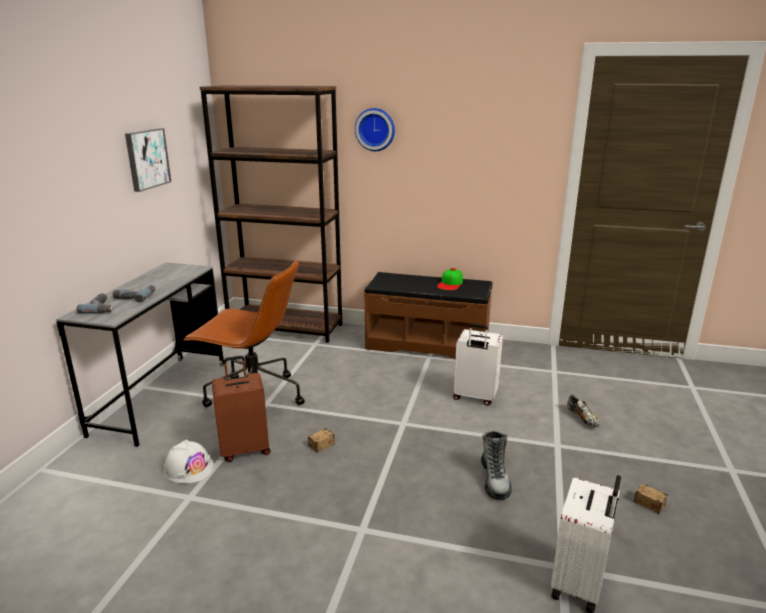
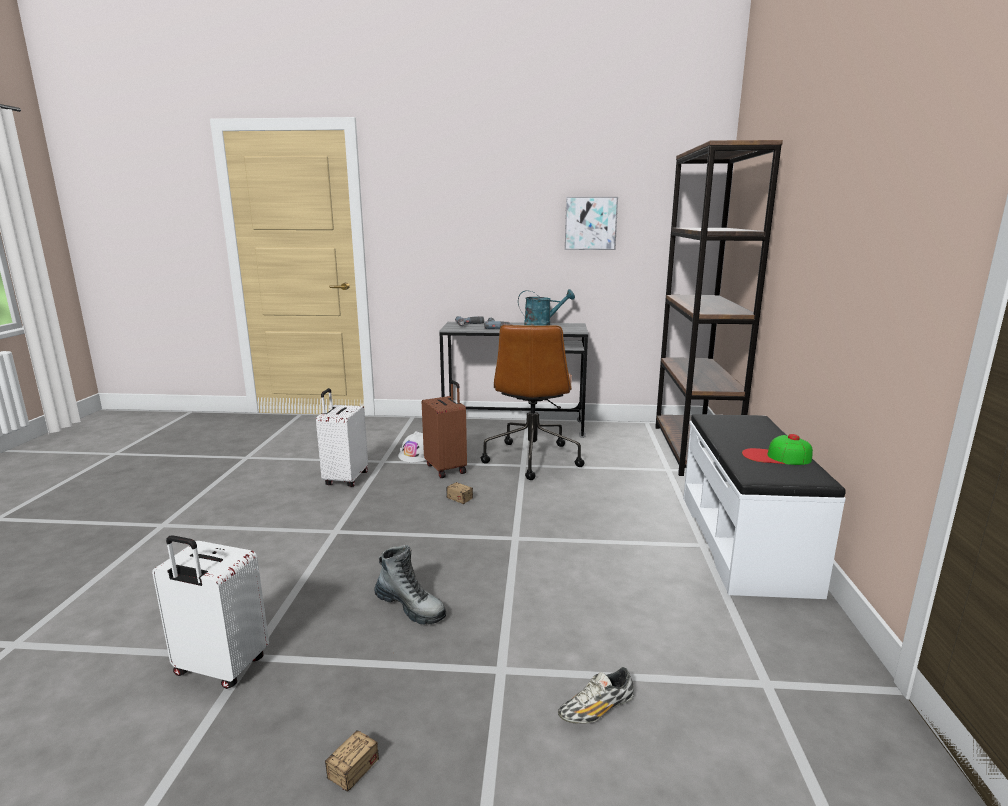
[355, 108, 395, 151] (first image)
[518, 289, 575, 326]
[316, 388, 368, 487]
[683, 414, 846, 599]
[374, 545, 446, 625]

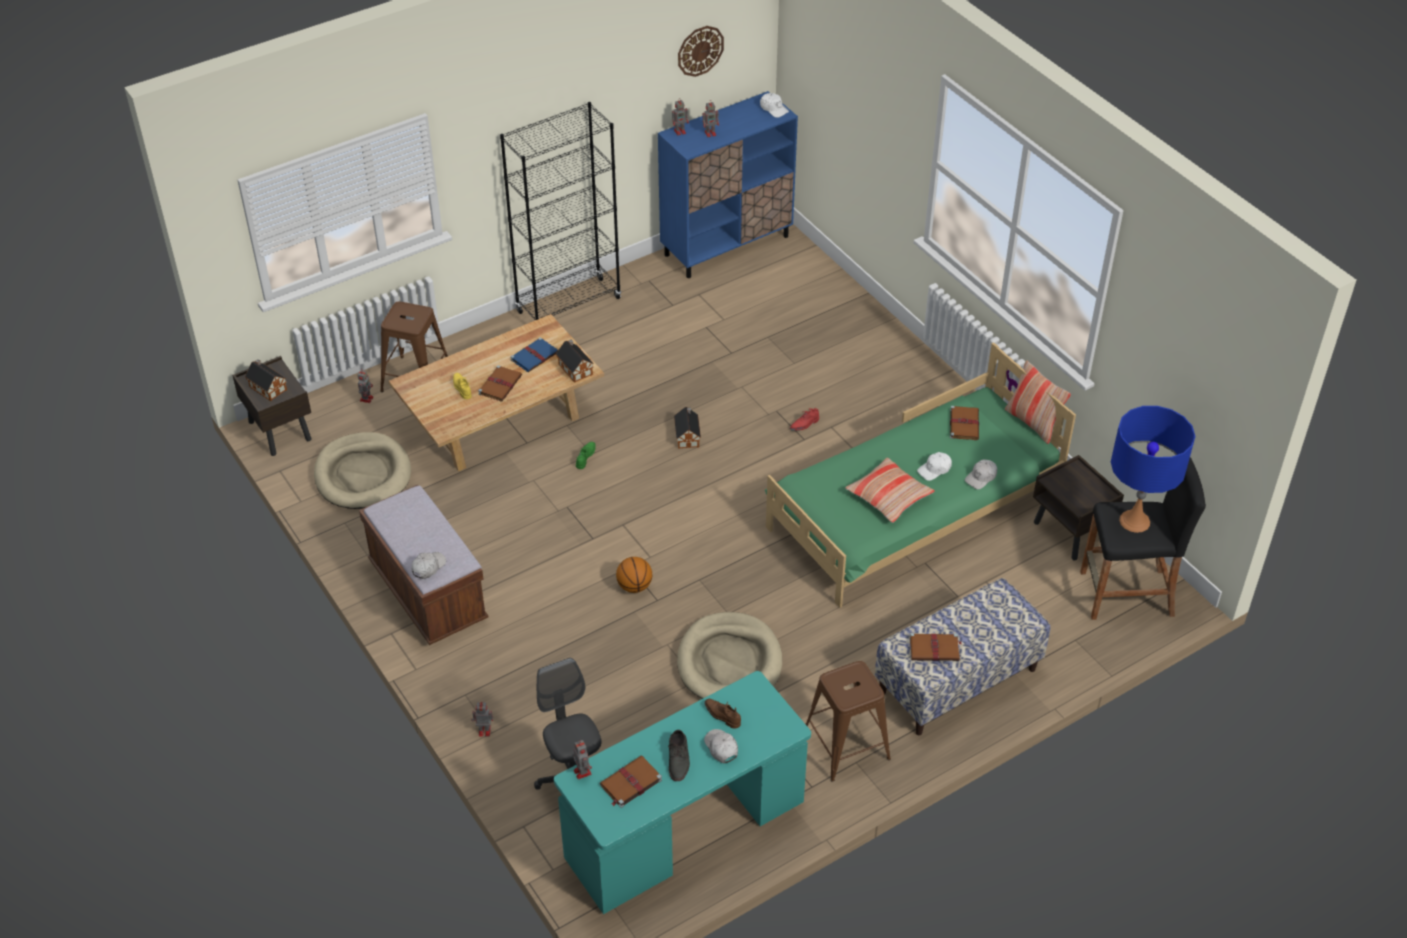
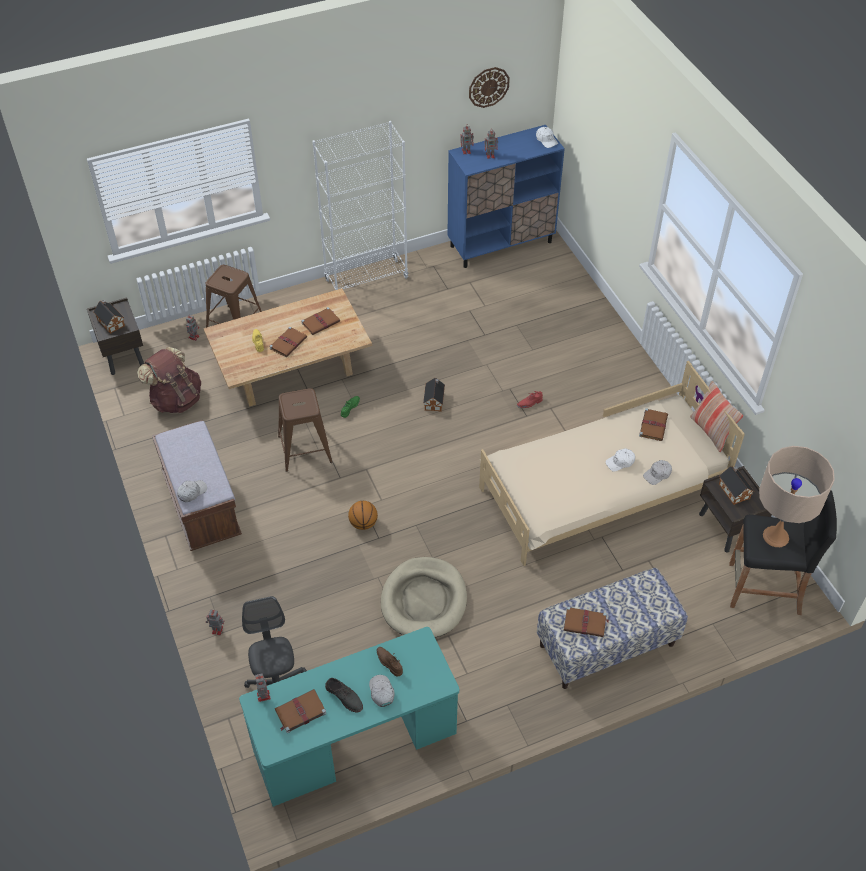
[845, 458, 935, 523] (first image)
[719, 466, 754, 505]
[278, 388, 332, 472]
[137, 347, 201, 413]
[312, 121, 408, 290]
[301, 307, 340, 335]
[479, 361, 745, 566]
[759, 446, 835, 547]
[325, 678, 363, 713]

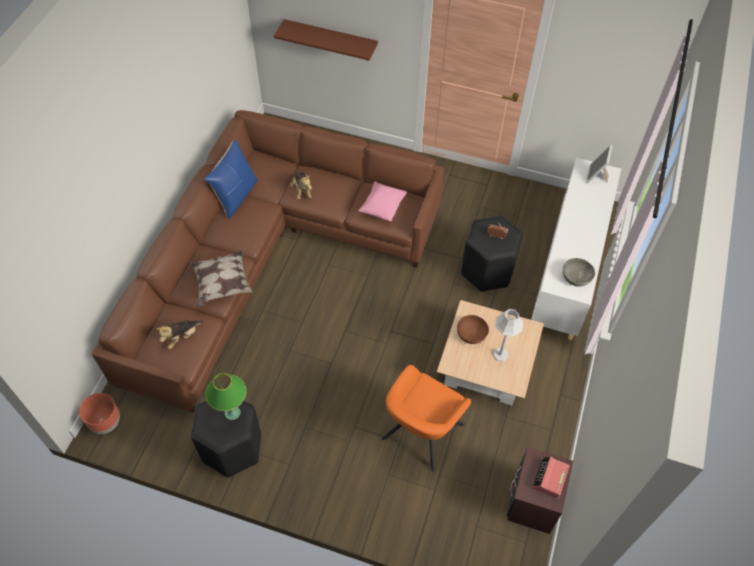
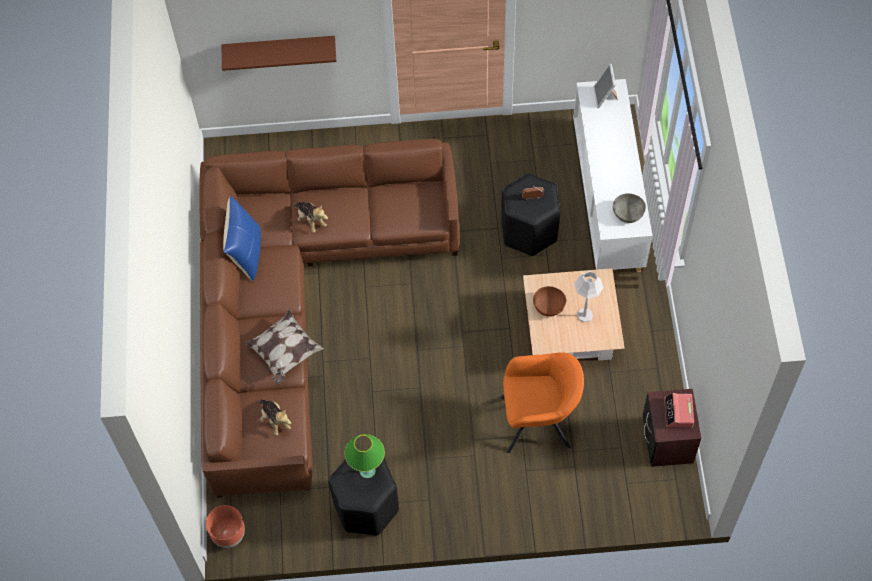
[358, 181, 407, 221] (first image)
[257, 400, 291, 435]
[501, 352, 584, 453]

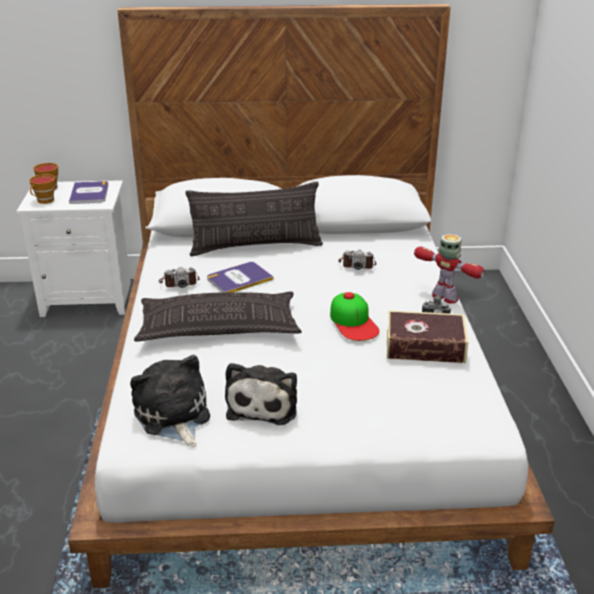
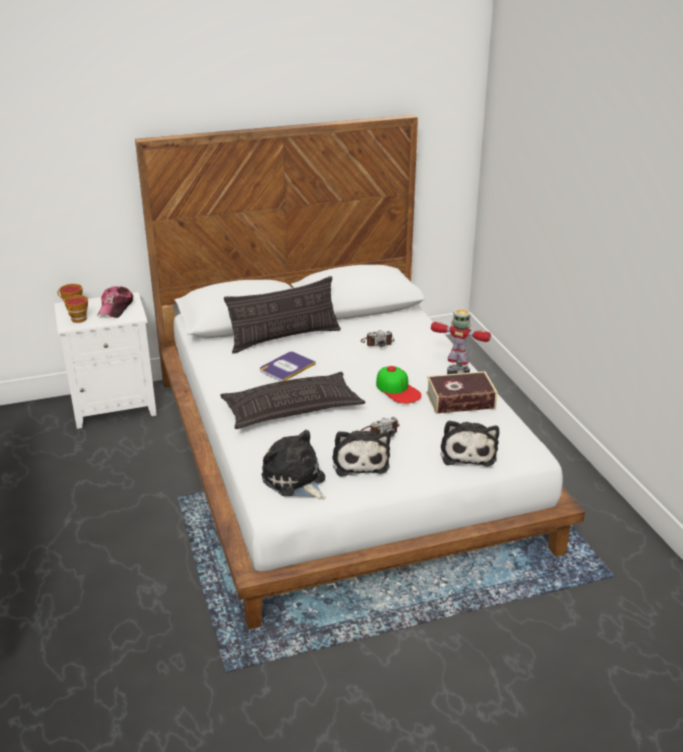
[441, 420, 499, 467]
[360, 417, 399, 438]
[97, 286, 133, 318]

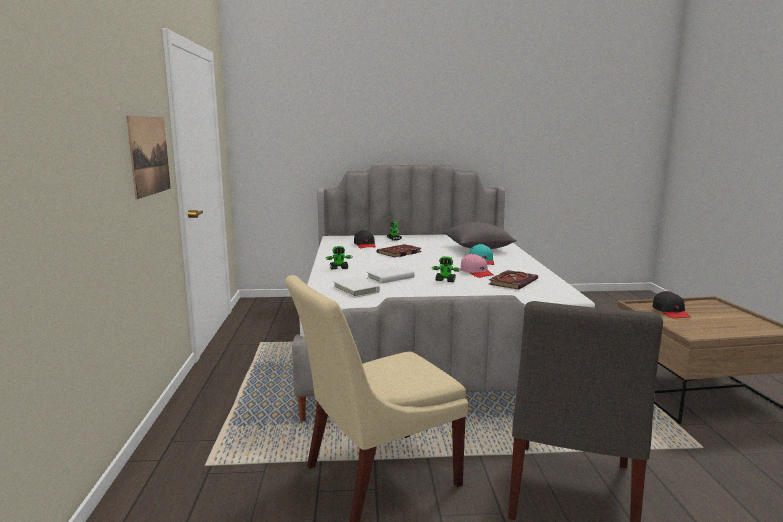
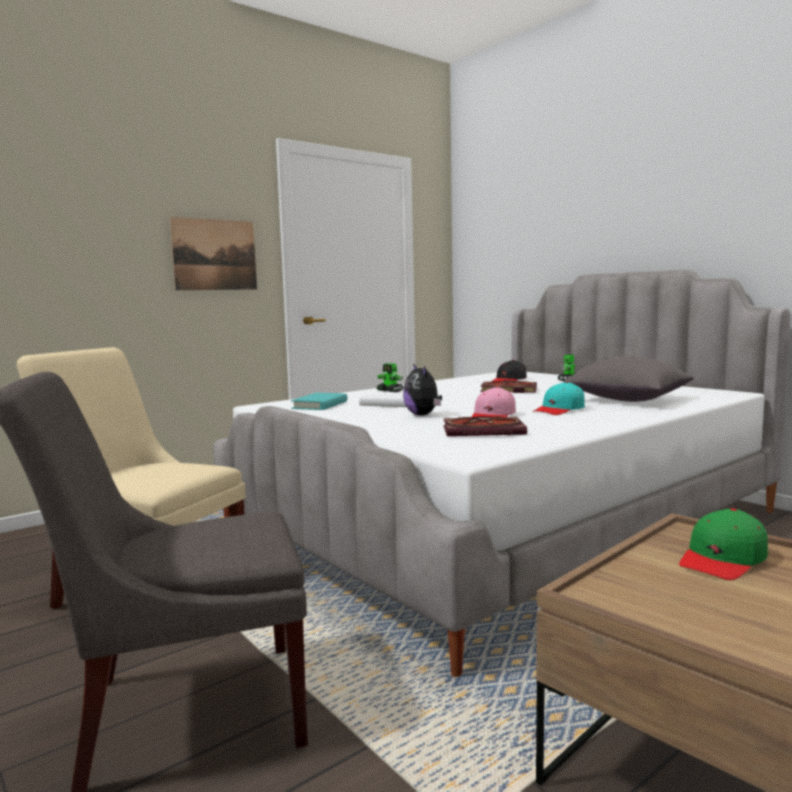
[403, 363, 442, 416]
[291, 393, 347, 410]
[679, 508, 768, 580]

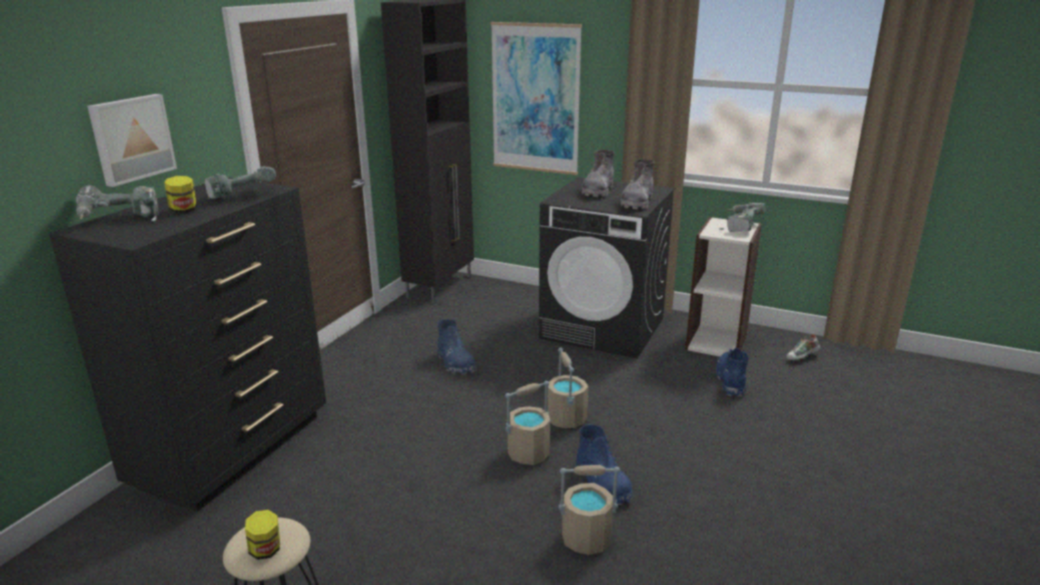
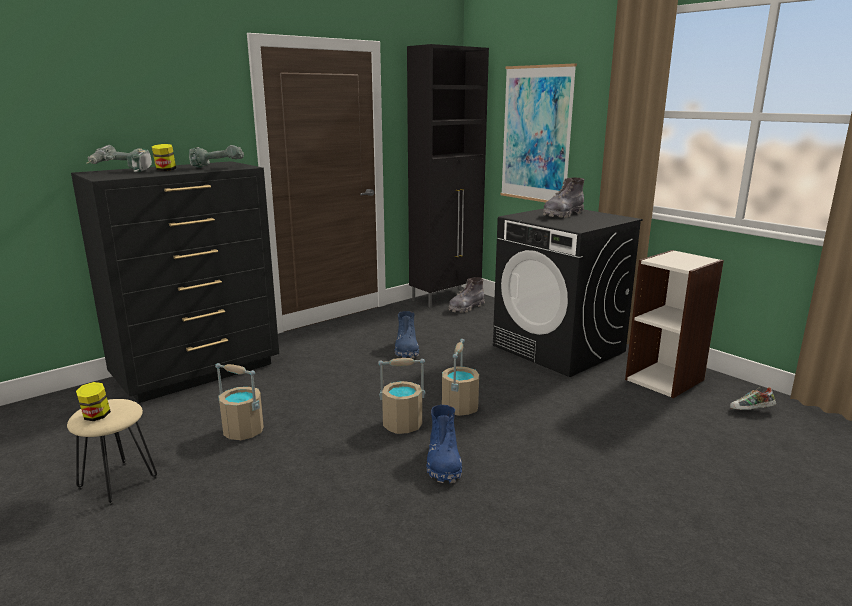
[87, 94, 177, 187] (first image)
[716, 348, 749, 397] (first image)
[719, 203, 766, 232] (first image)
[215, 363, 264, 440]
[449, 277, 485, 313]

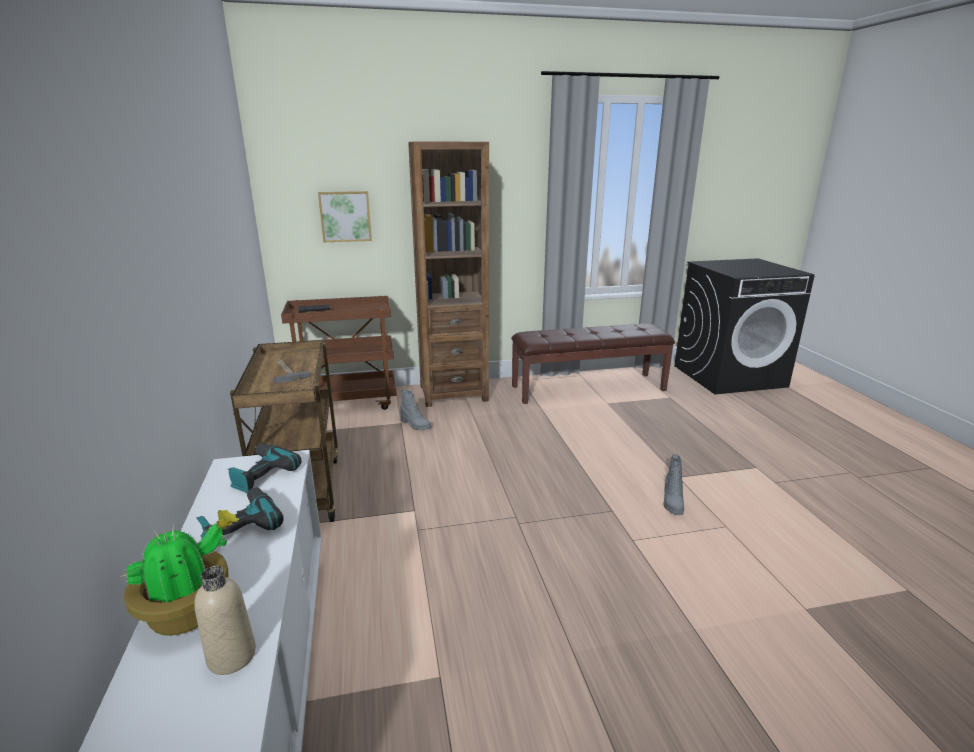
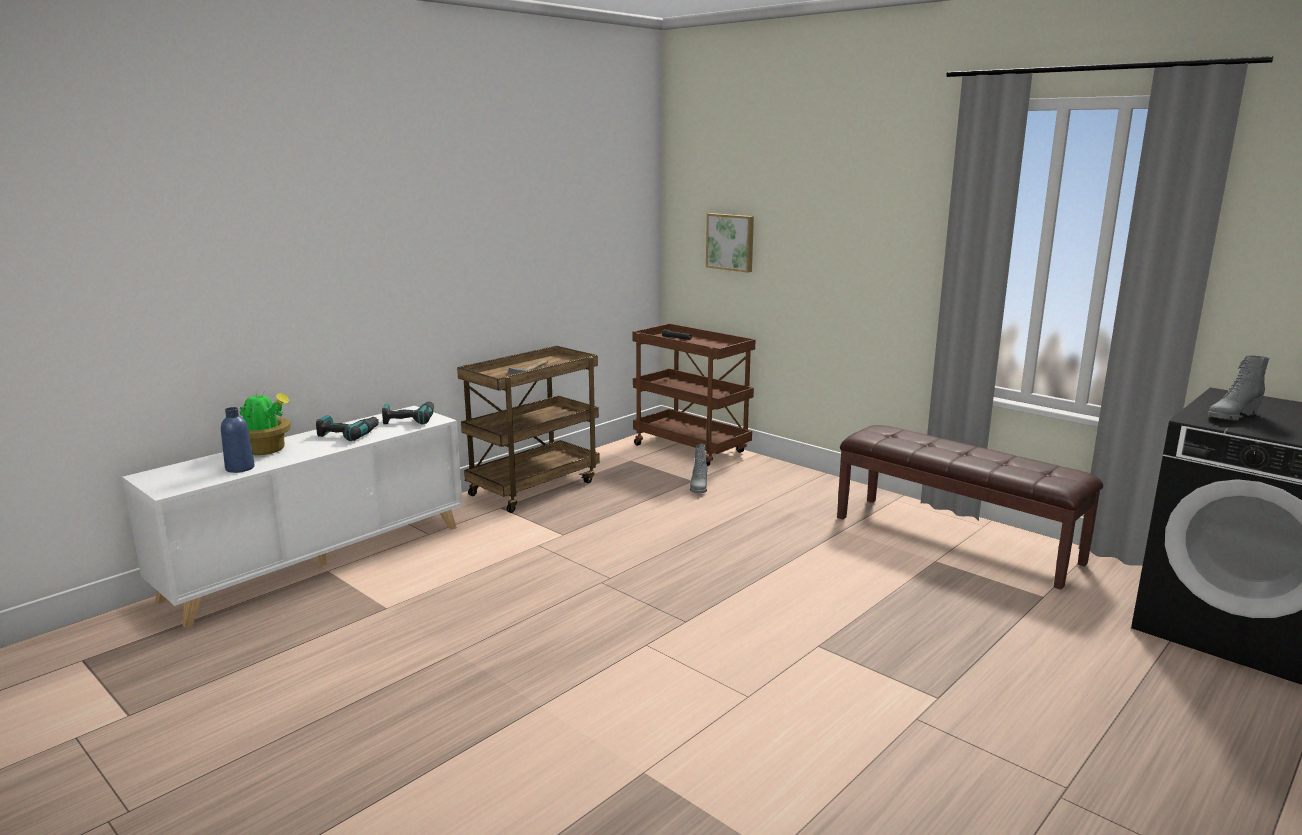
[408, 142, 489, 407] (first image)
[1208, 355, 1269, 421]
[221, 407, 255, 473]

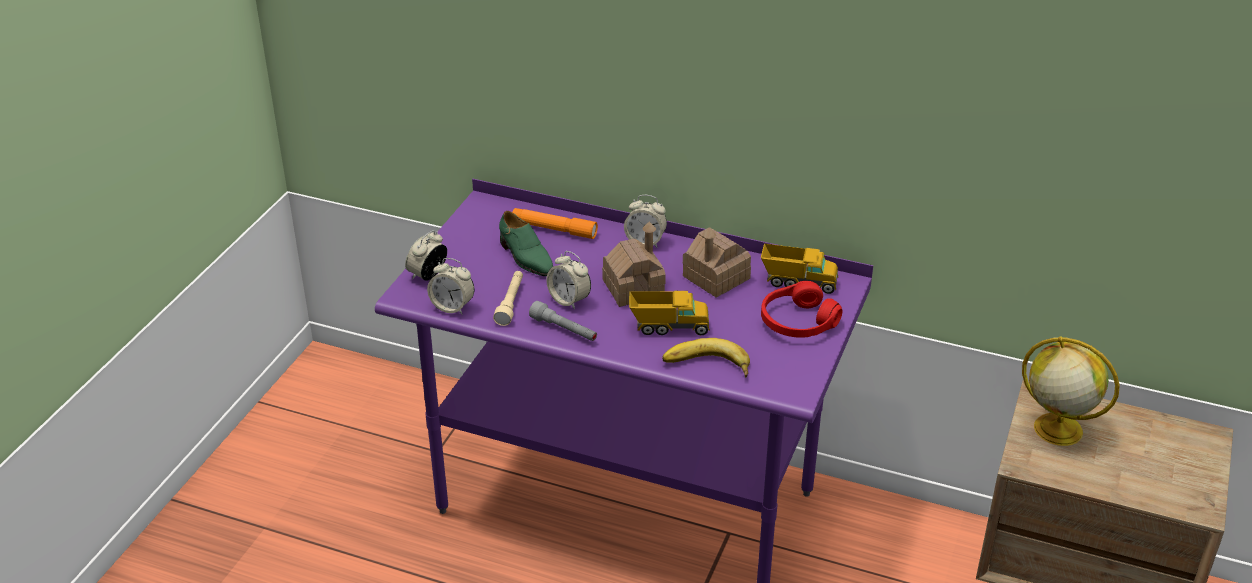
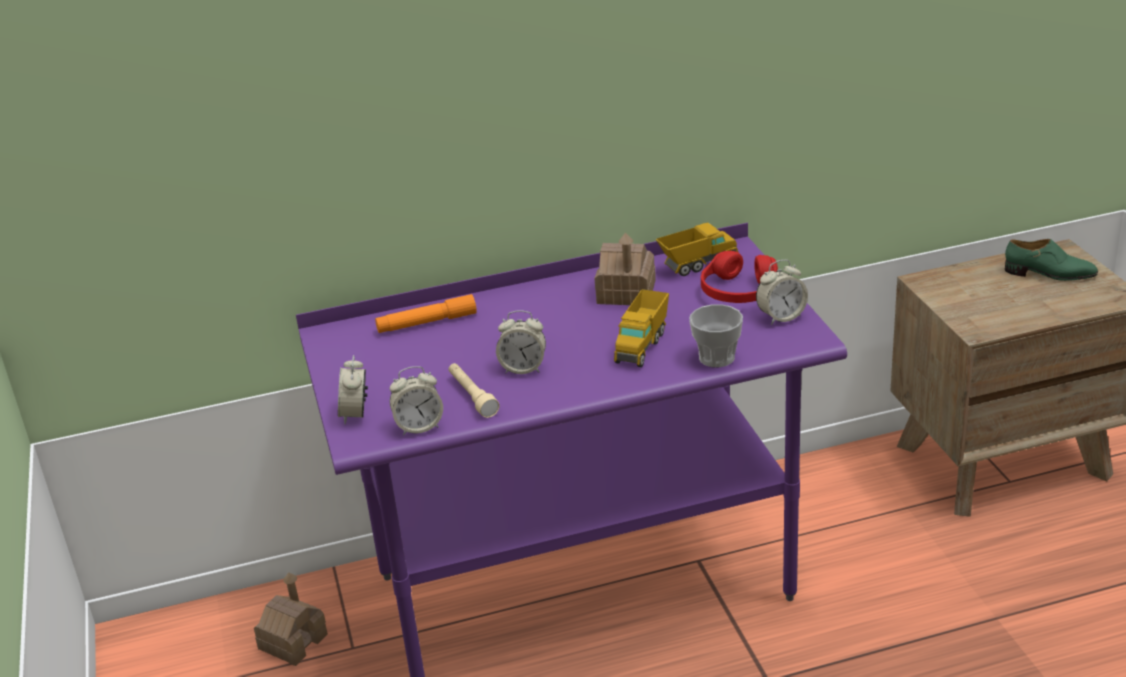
[529, 301, 597, 341] (first image)
[1022, 337, 1120, 446] (first image)
[1005, 239, 1098, 281]
[254, 572, 328, 666]
[756, 260, 808, 325]
[689, 304, 743, 367]
[614, 289, 669, 367]

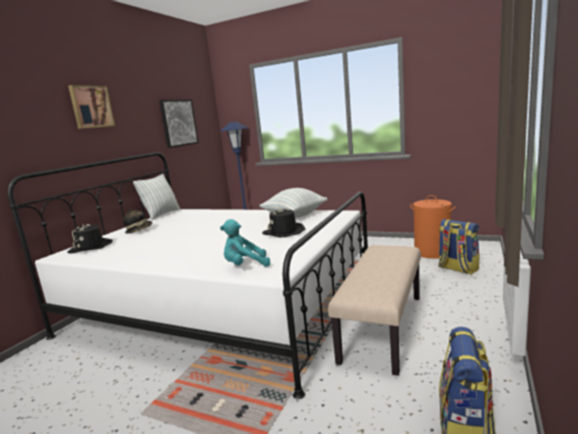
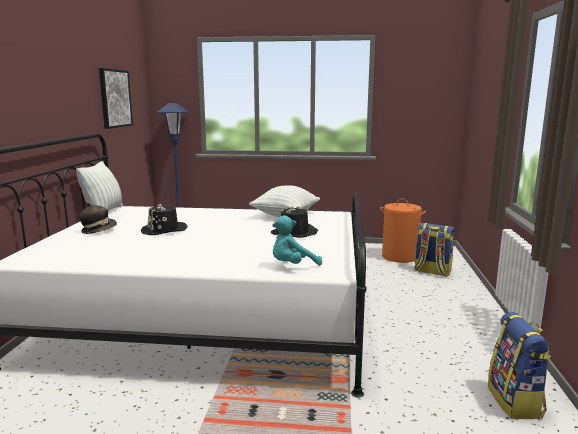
[68, 85, 115, 129] (first image)
[328, 245, 421, 376] (first image)
[141, 204, 188, 235]

